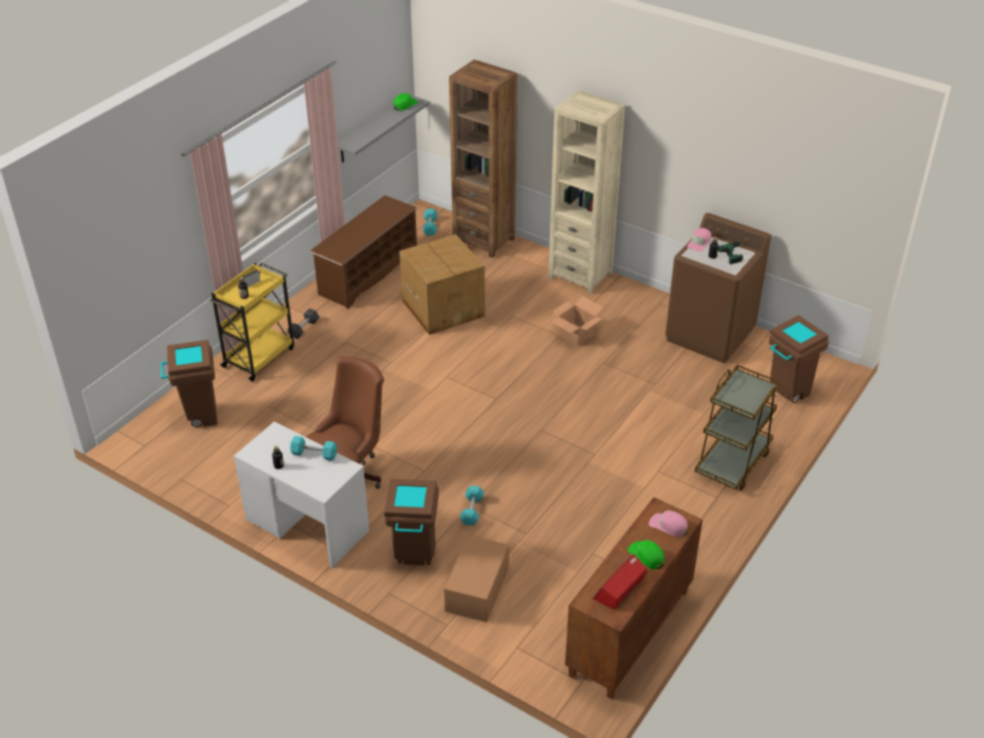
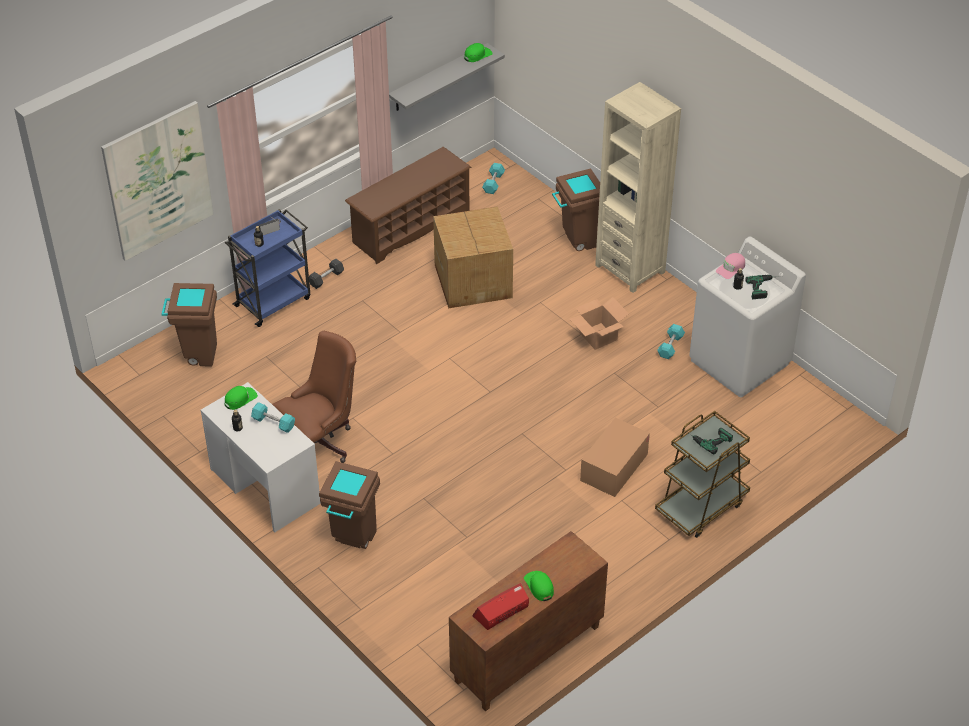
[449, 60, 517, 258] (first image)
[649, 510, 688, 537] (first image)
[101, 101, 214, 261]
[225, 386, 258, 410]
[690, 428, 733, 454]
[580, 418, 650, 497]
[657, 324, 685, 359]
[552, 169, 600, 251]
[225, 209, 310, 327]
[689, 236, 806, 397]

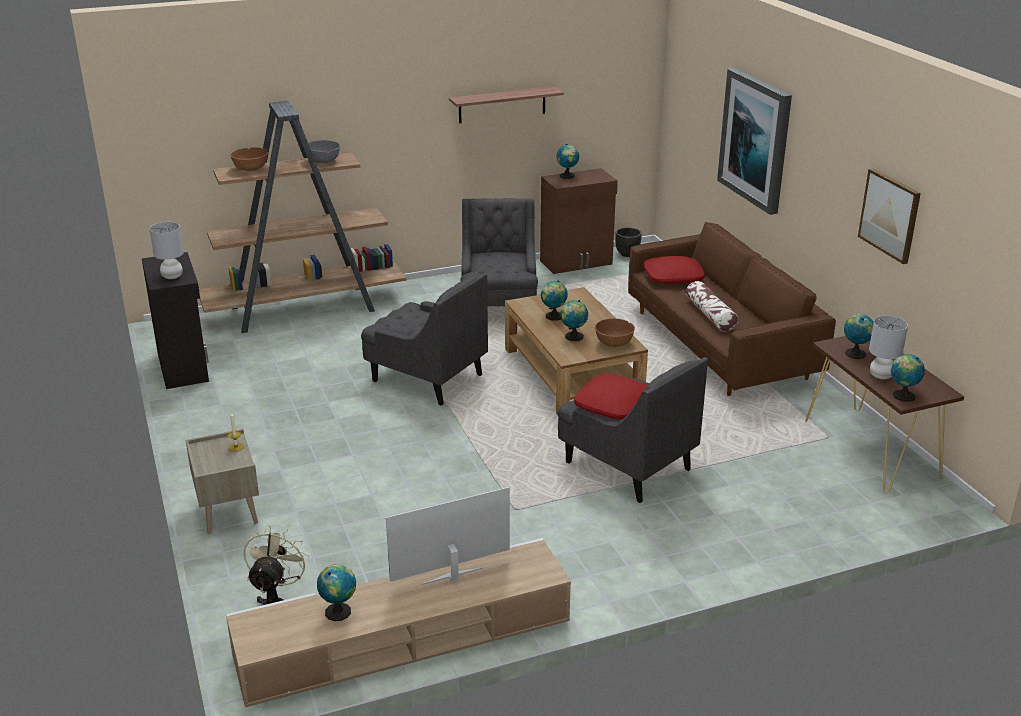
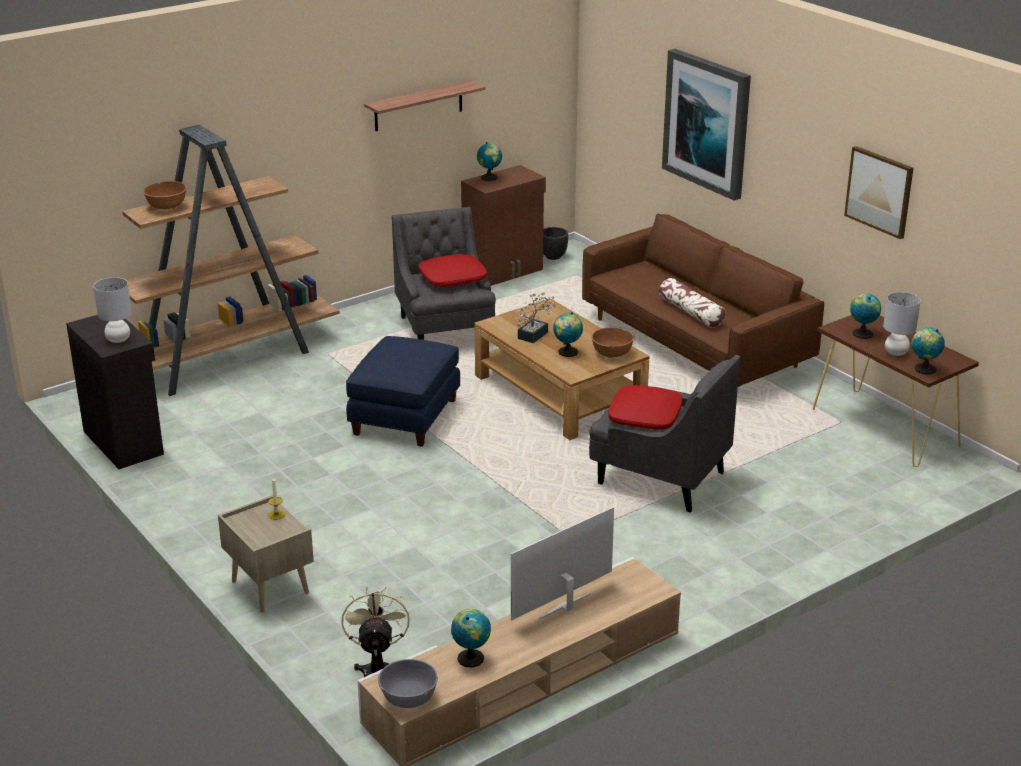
[378, 659, 438, 708]
[419, 254, 487, 287]
[346, 336, 460, 447]
[517, 292, 555, 343]

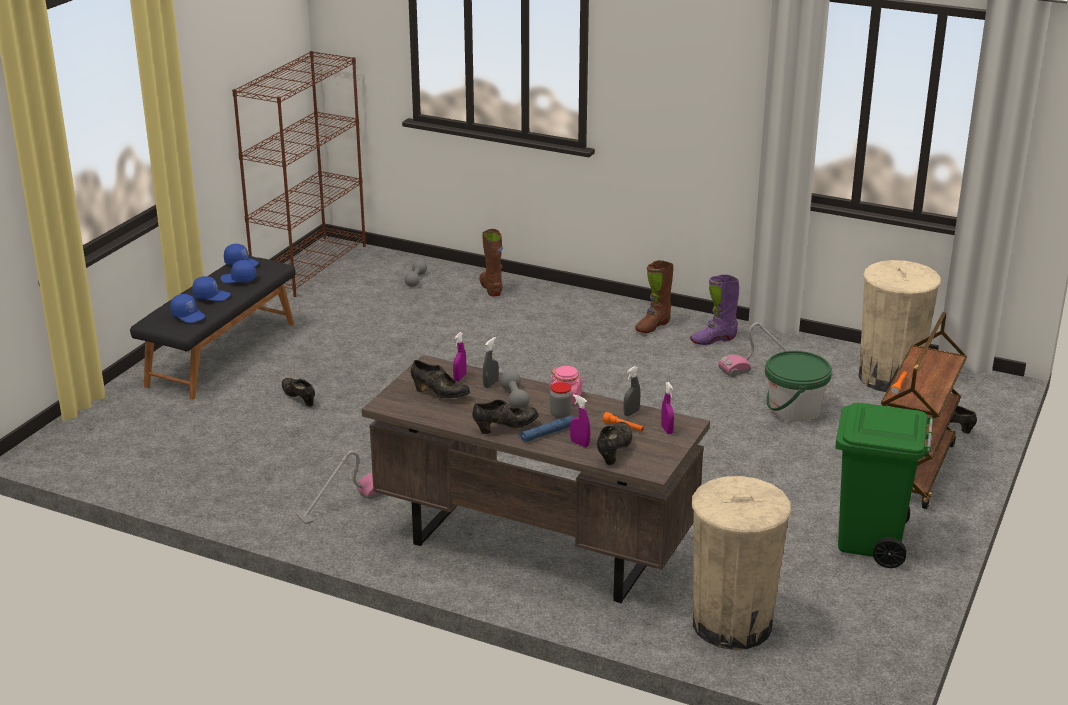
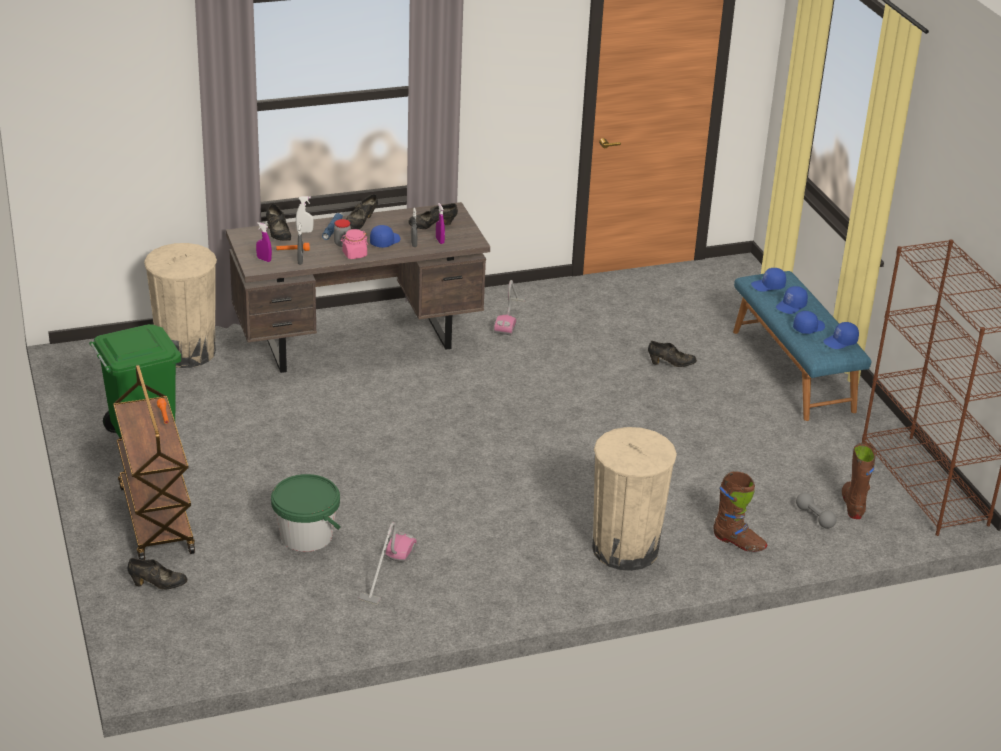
[690, 274, 739, 345] (first image)
[842, 443, 875, 519]
[592, 427, 677, 571]
[370, 225, 400, 248]
[733, 271, 871, 421]
[296, 196, 314, 233]

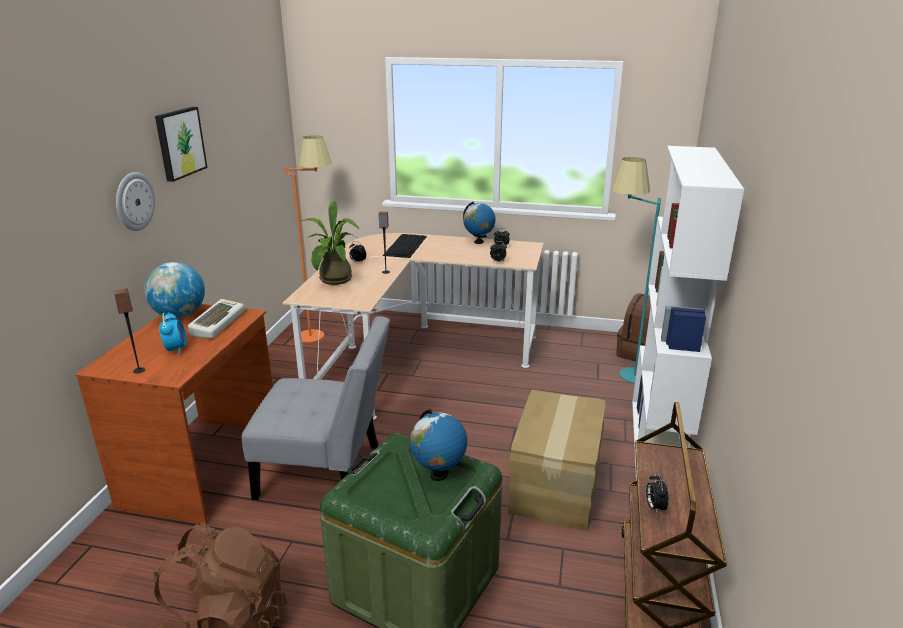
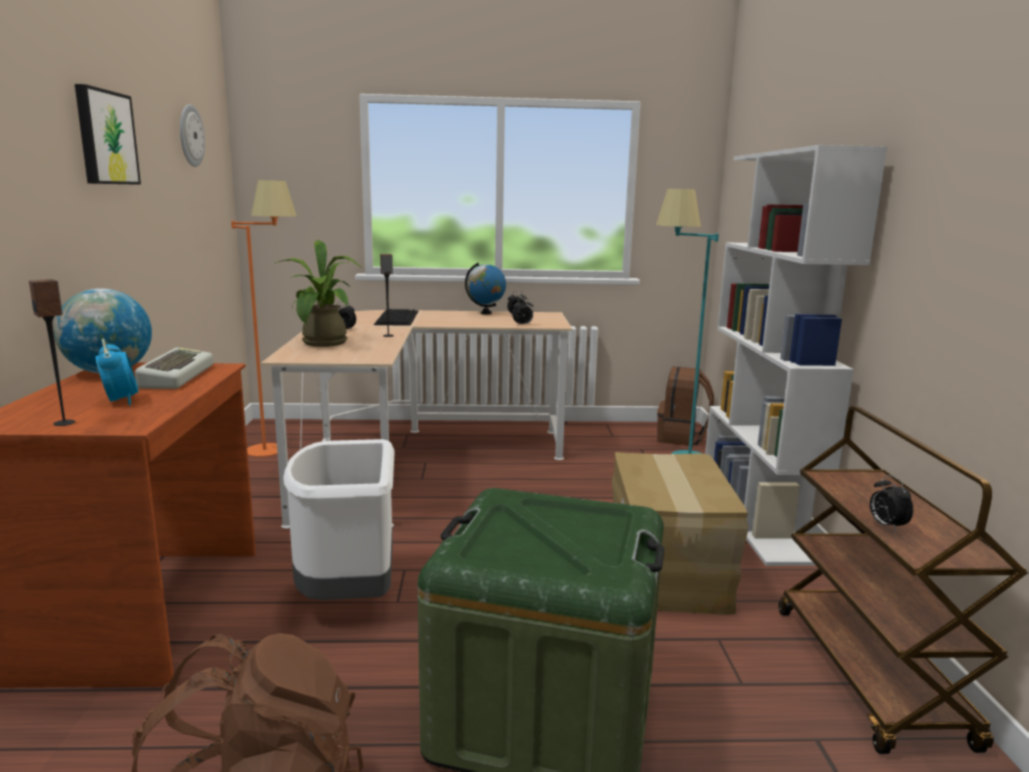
[410, 409, 467, 481] (first image)
[180, 104, 205, 167]
[283, 439, 395, 600]

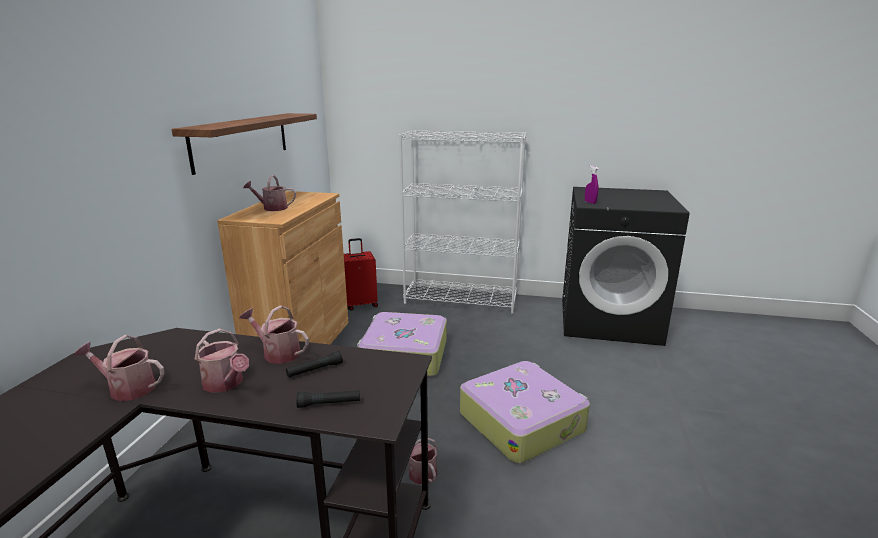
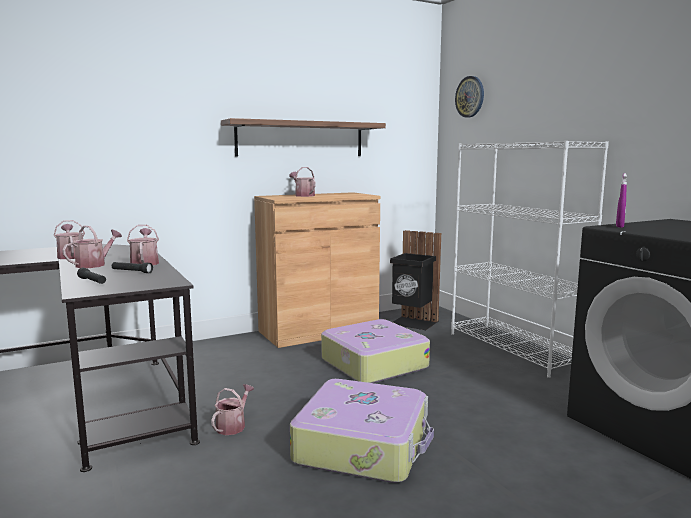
[455, 76, 484, 118]
[390, 230, 441, 330]
[62, 226, 122, 268]

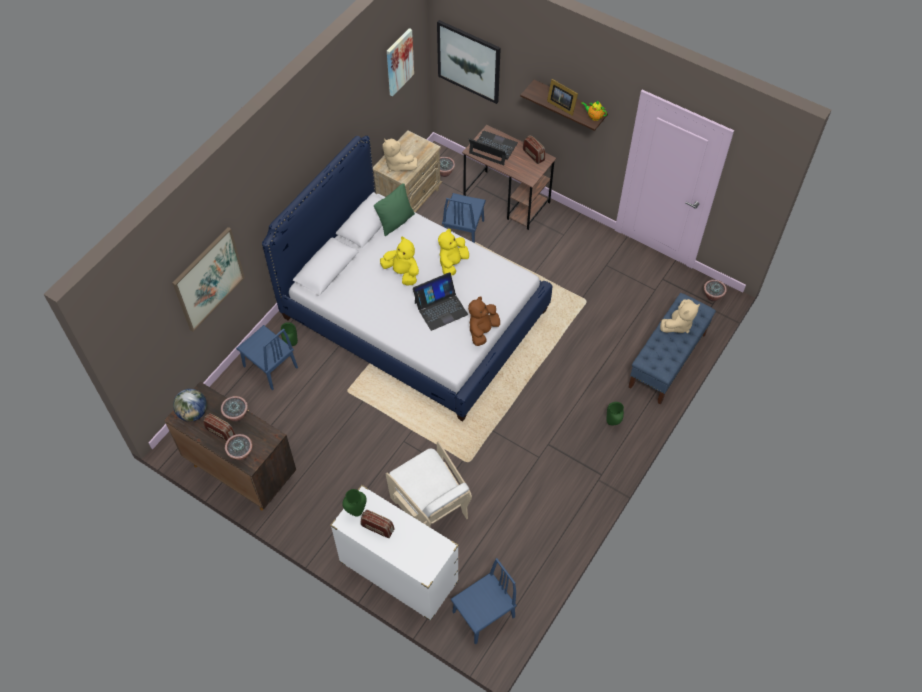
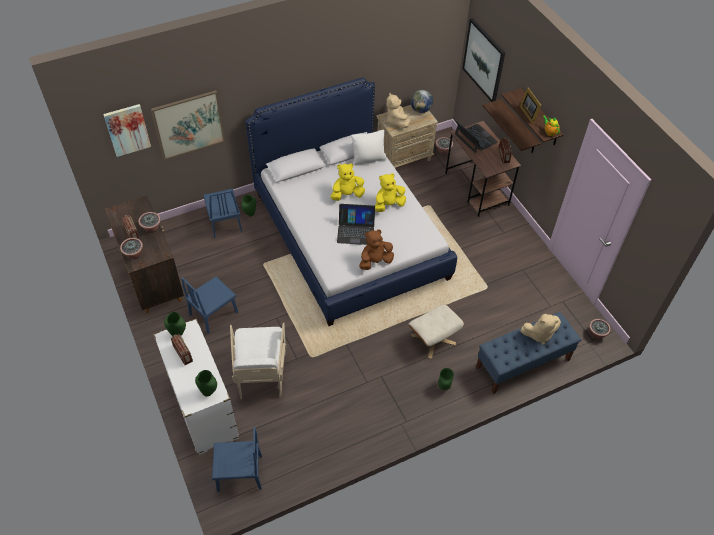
[195, 370, 217, 397]
[408, 304, 464, 359]
[483, 99, 541, 153]
[411, 90, 433, 113]
[103, 104, 151, 157]
[181, 276, 238, 334]
[351, 130, 387, 165]
[330, 163, 365, 201]

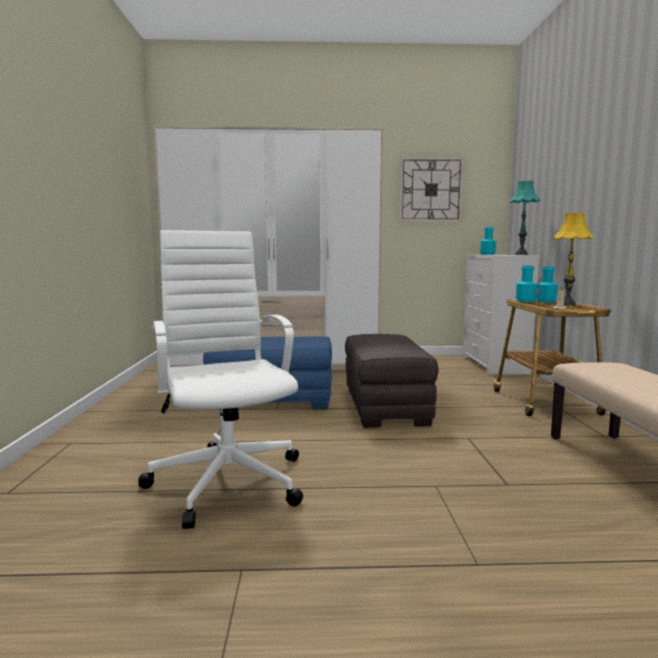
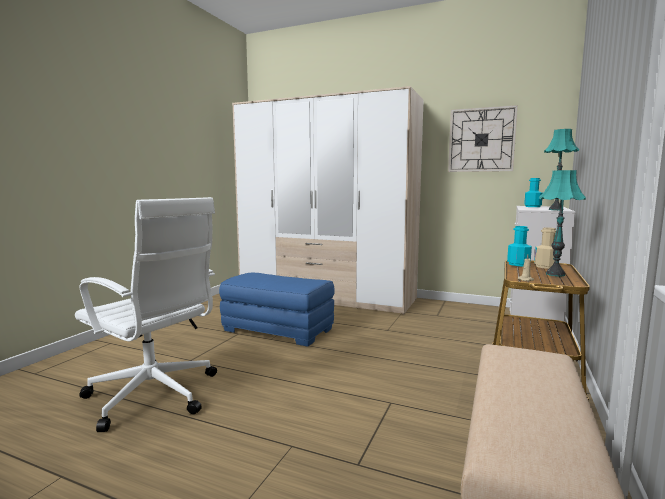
[345, 334, 438, 428] (first image)
[534, 228, 556, 269]
[539, 170, 586, 276]
[75, 197, 217, 432]

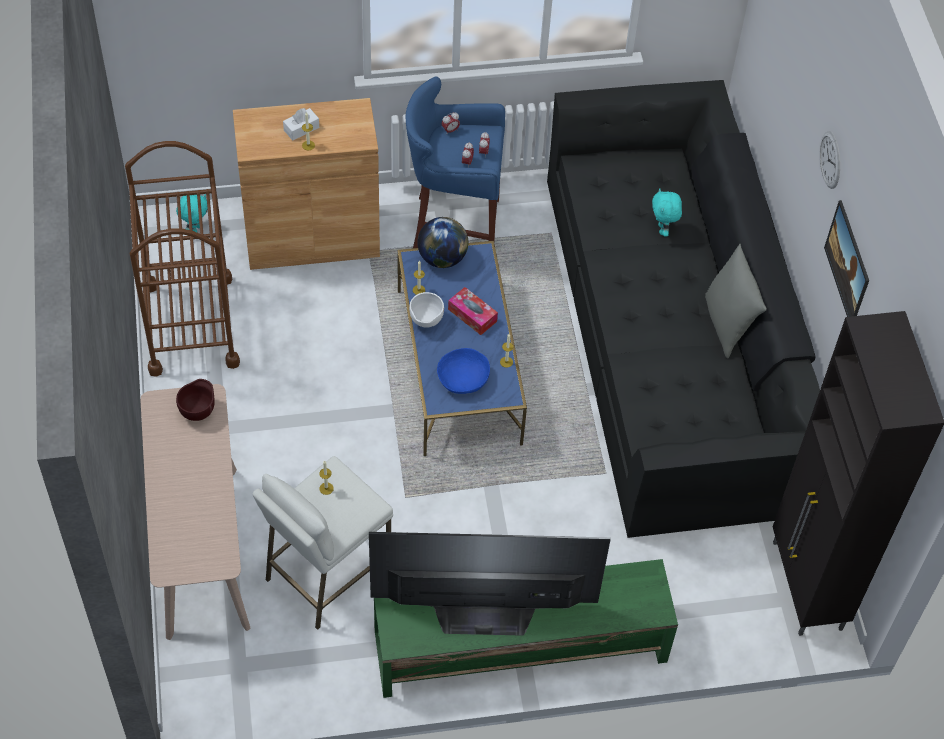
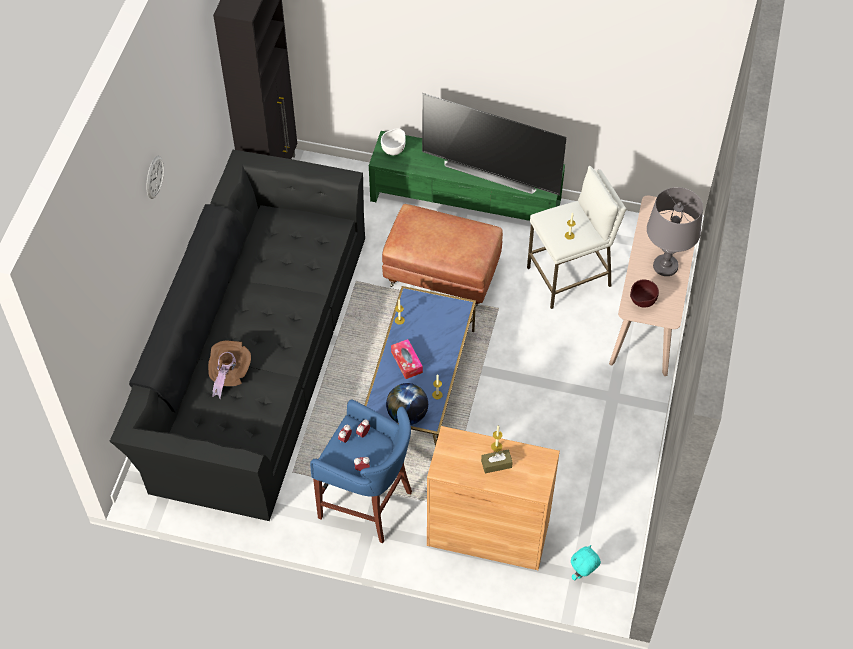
[125, 141, 240, 377] (first image)
[437, 348, 490, 394] (first image)
[705, 244, 767, 359] (first image)
[824, 200, 869, 317] (first image)
[382, 204, 503, 307]
[647, 187, 703, 276]
[381, 128, 406, 155]
[208, 341, 251, 399]
[481, 449, 513, 473]

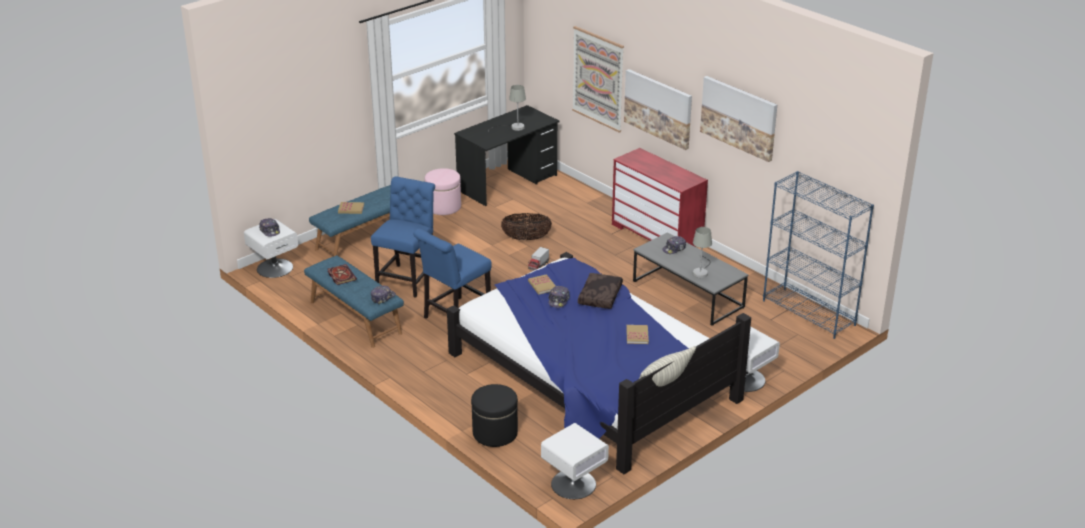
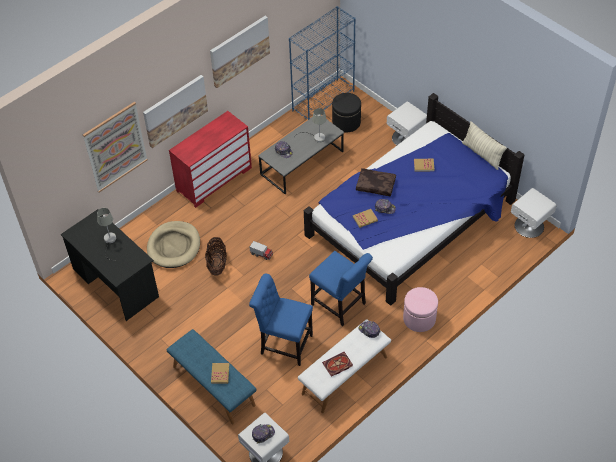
[147, 221, 200, 268]
[403, 287, 438, 332]
[332, 93, 361, 132]
[298, 319, 391, 413]

